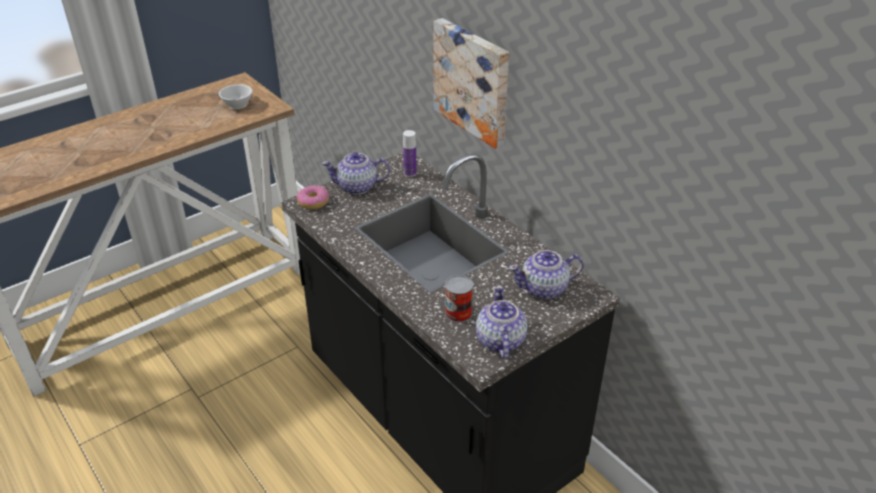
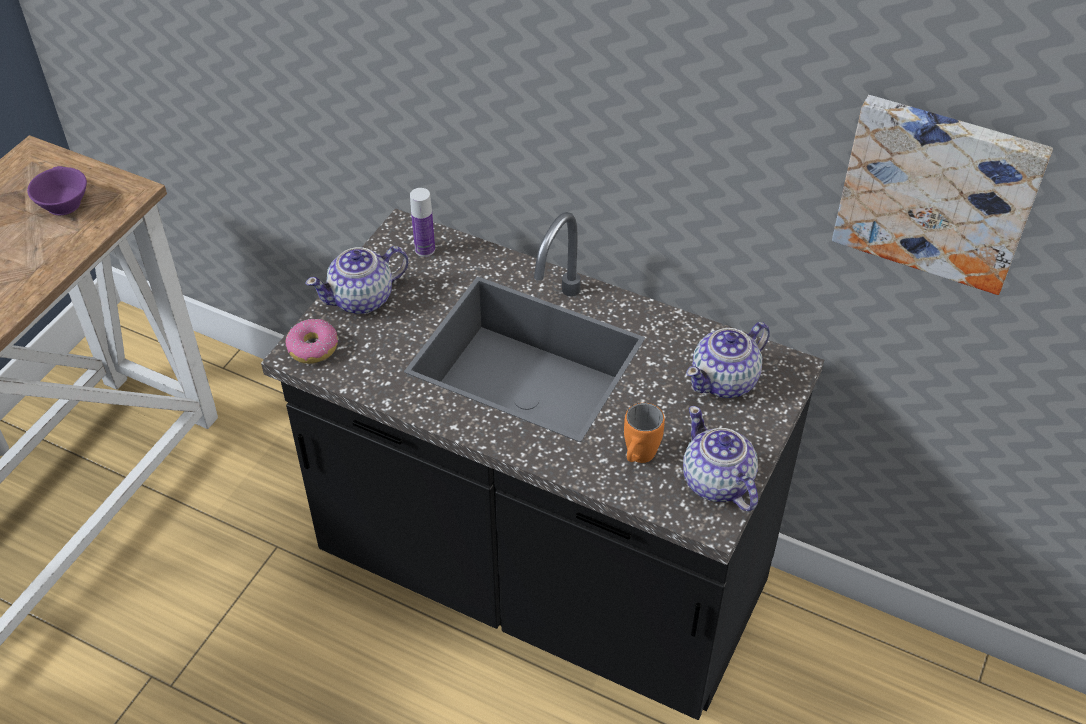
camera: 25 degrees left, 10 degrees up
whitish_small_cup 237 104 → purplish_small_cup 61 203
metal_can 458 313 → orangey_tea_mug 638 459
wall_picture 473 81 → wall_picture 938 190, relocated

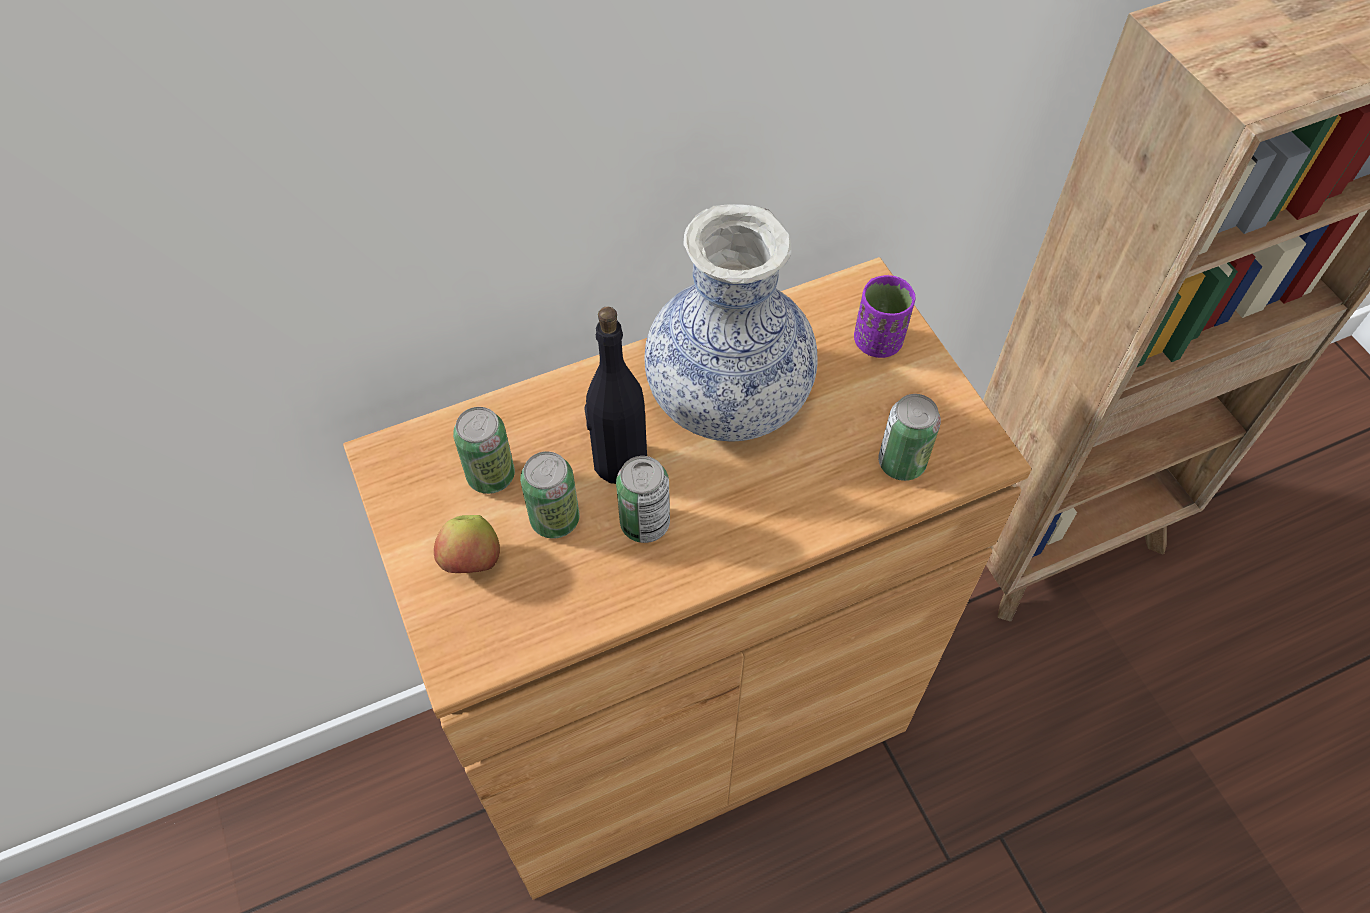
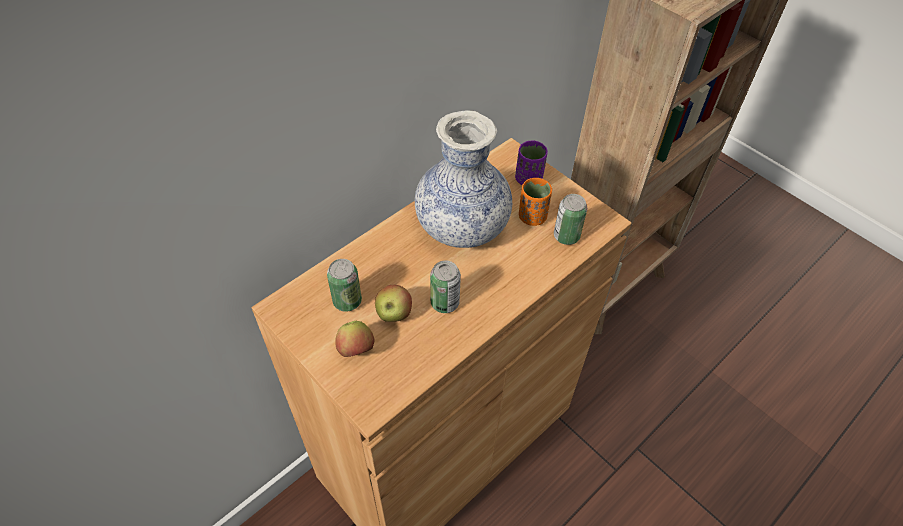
camera: 20 degrees left, 5 degrees down
metal_can 555 519 → apple_fruit 394 314
- → orangey_small_cup 532 217
black_beverage_bottle 619 462 → -

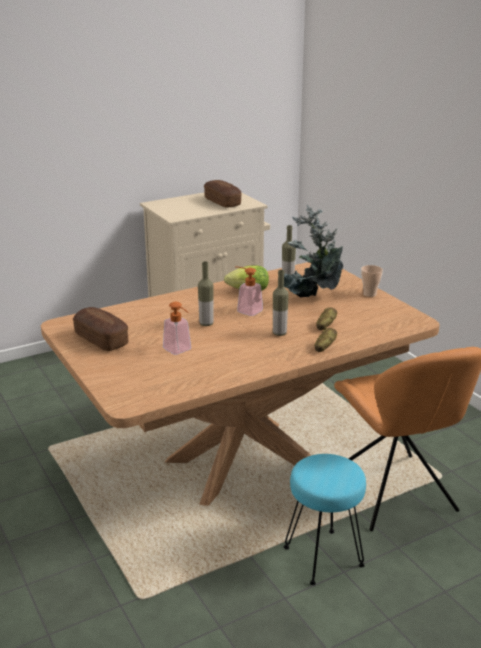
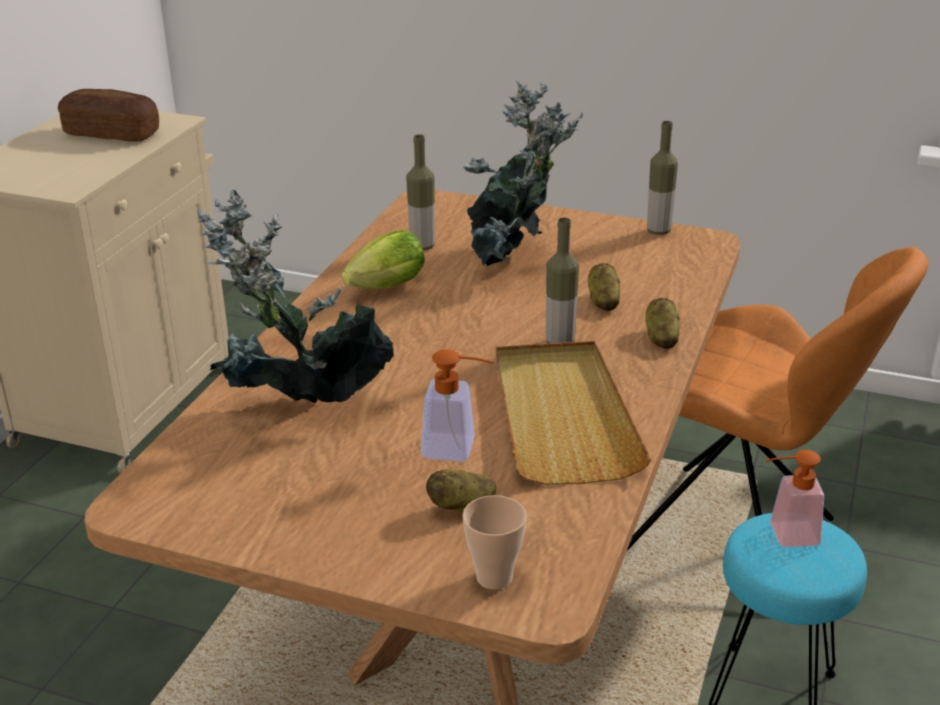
camera: 40 degrees left, 5 degrees up
- → potted_plant 298 412
- → whole_potato 462 506
small_cup 369 294 → small_cup 494 577, relocated
- → beige_carrying_tray 562 416
beverage_bottle 206 324 → beverage_bottle 658 231, relocated
liquid_soap_bottle 246 310 → liquid_soap_bottle 785 535, relocated
baked_bread 101 339 → -

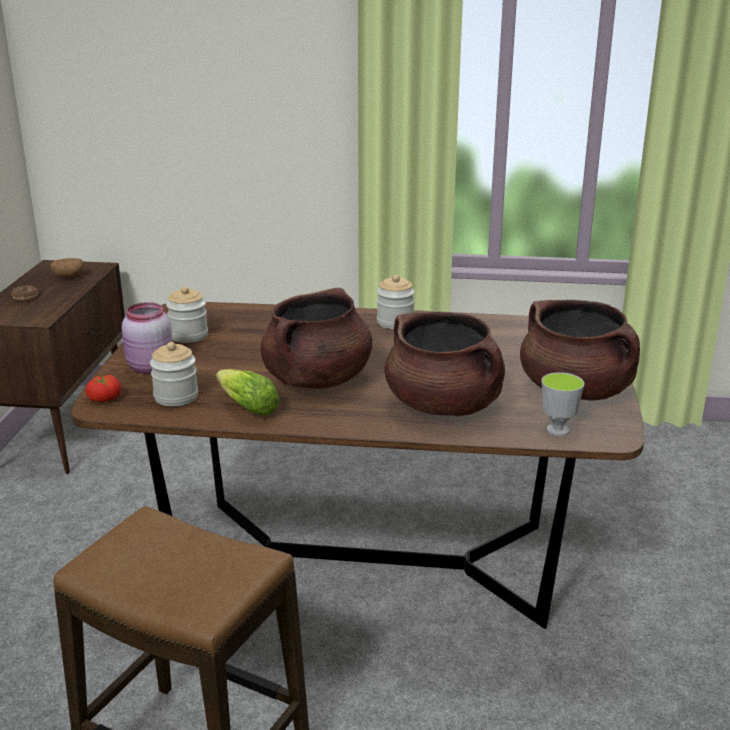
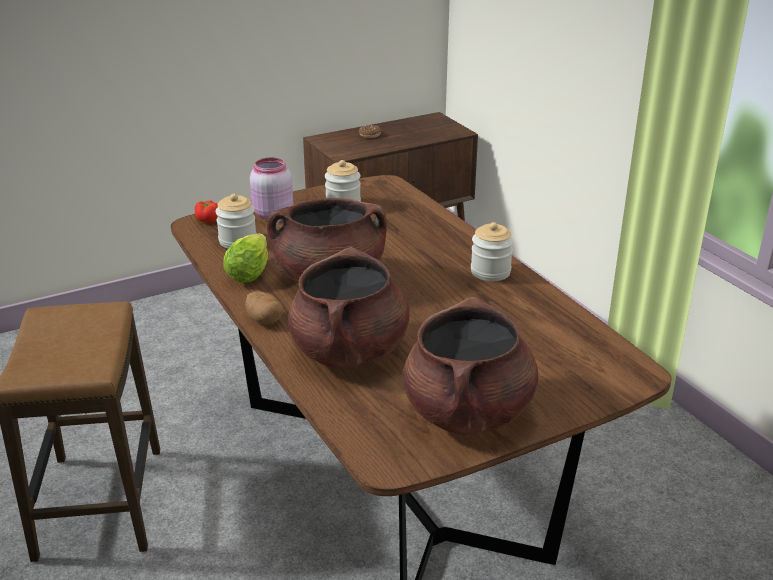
camera: 55 degrees right, 5 degrees up
whole_potato 68 276 → whole_potato 264 319, relocated
small_cup 557 430 → -

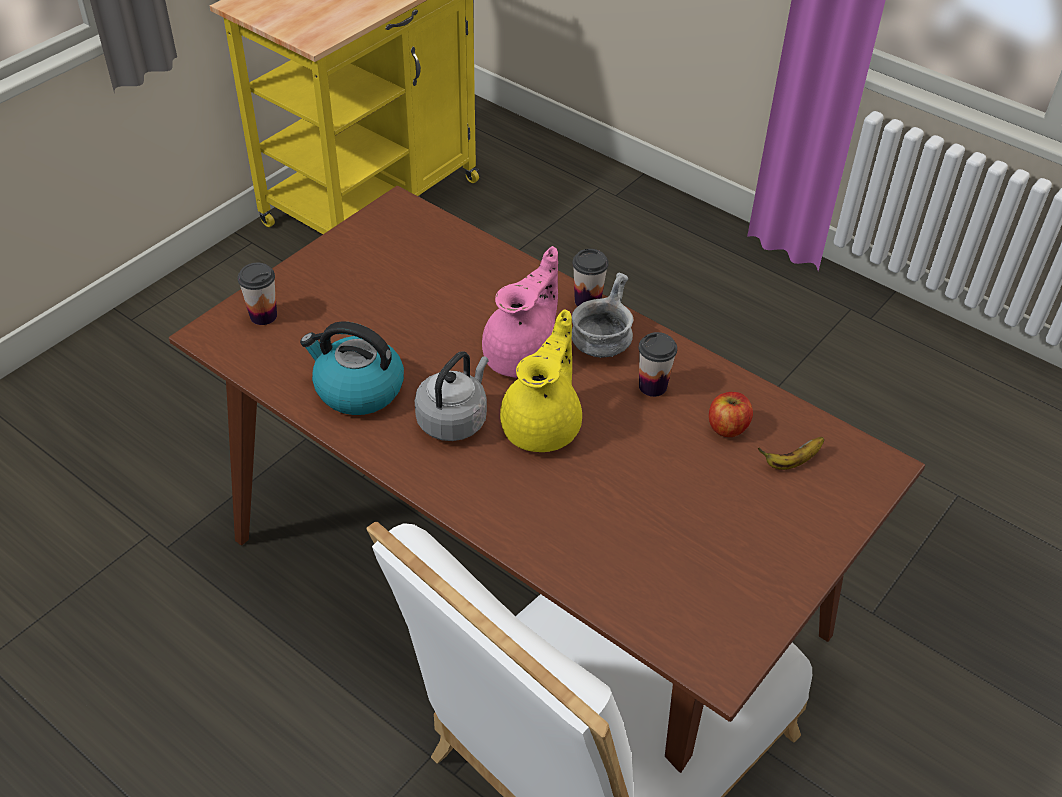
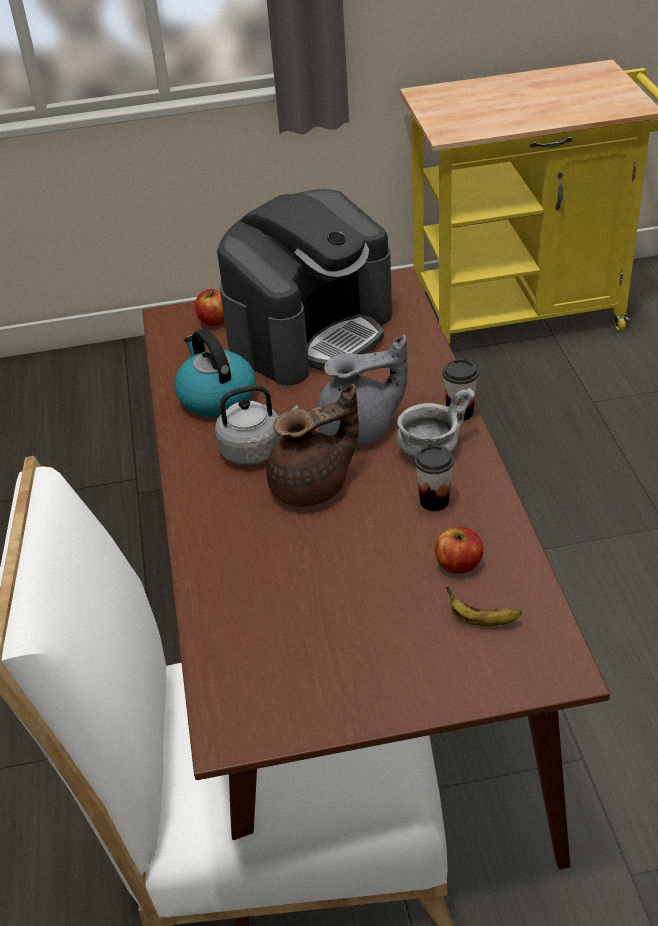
camera: 45 degrees right, 5 degrees down
small_cup 263 316 → apple_fruit 214 320
- → coffee_machine 310 332
yellow_pot_for_tea 543 426 → brownish_pot_for_tea 313 486
pink_pot_for_tea 524 355 → gray_pot_for_tea 359 429

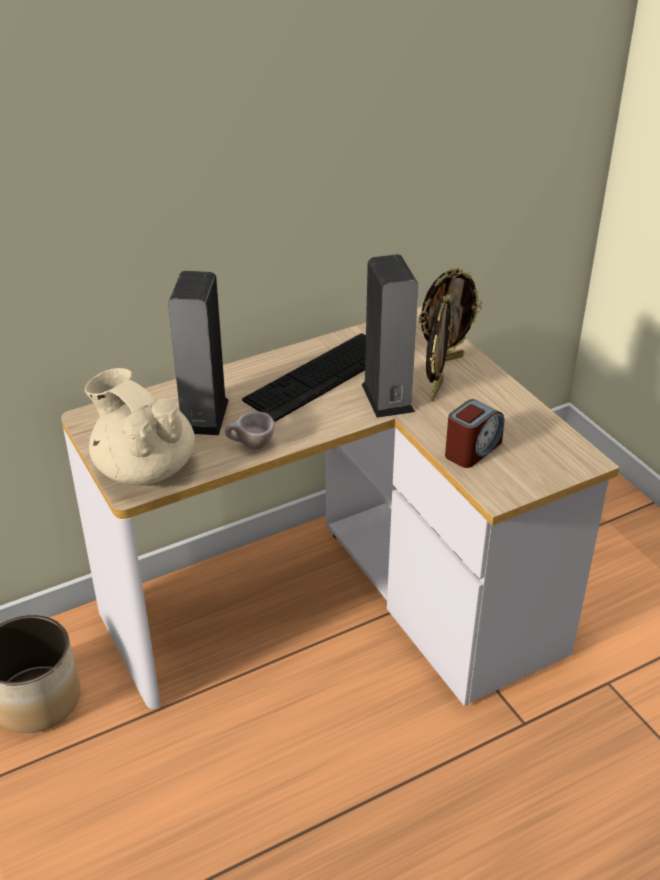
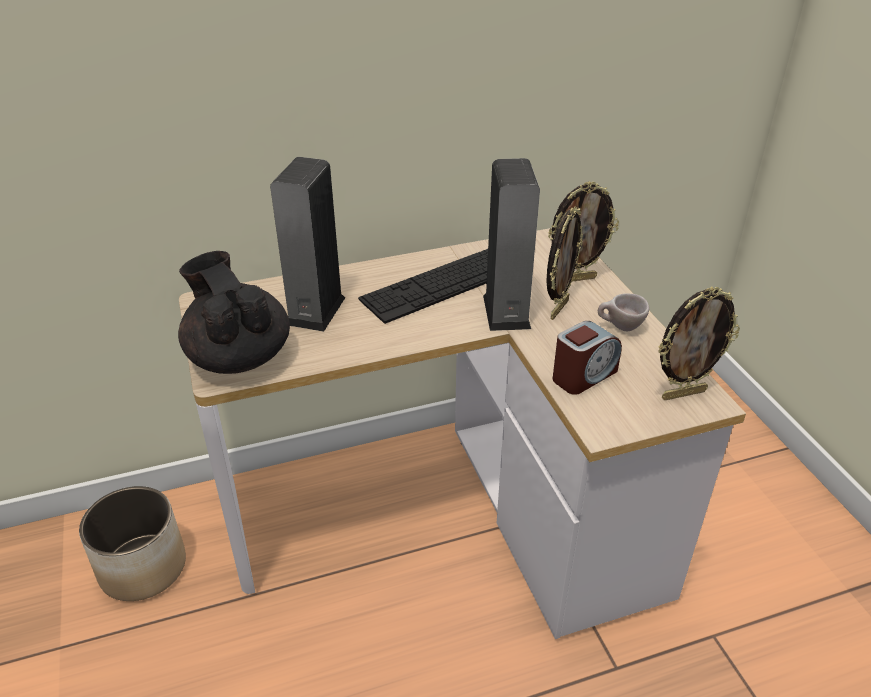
camera: 10 degrees right, 0 degrees up
beige_pot_for_tea 144 468 → black_pot_for_tea 238 356
beige_small_cup 250 446 → beige_small_cup 620 328, relocated
- → standing_frame 683 393

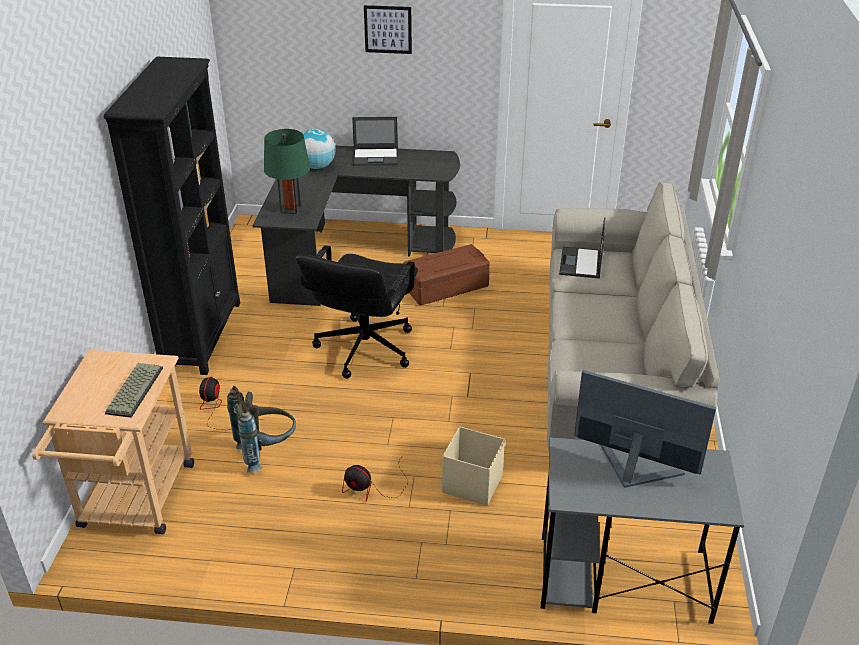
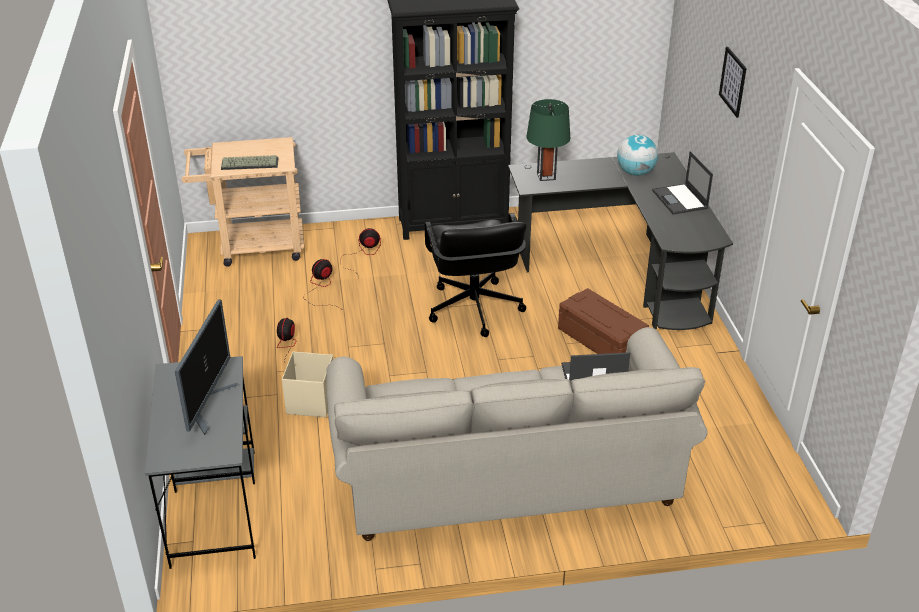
camera: 75 degrees right, 0 degrees up
gray_knapsack 266 451 → cooling_fan 321 289
black_desk_chair 364 348 → black_desk_chair 473 309, 105 degrees counterclockwise

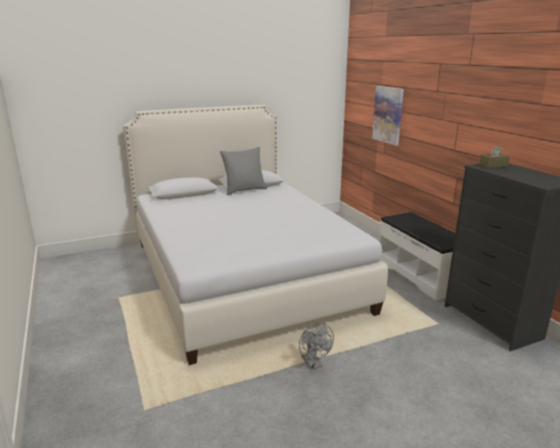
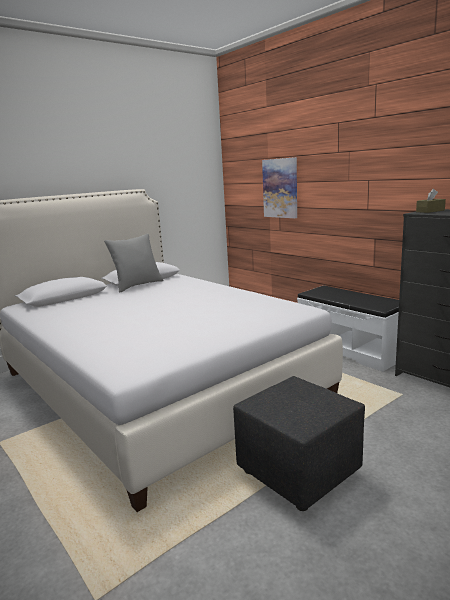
camera: 15 degrees left, 5 degrees down
gray_cooling_fan 314 364 → black_footrest 298 471

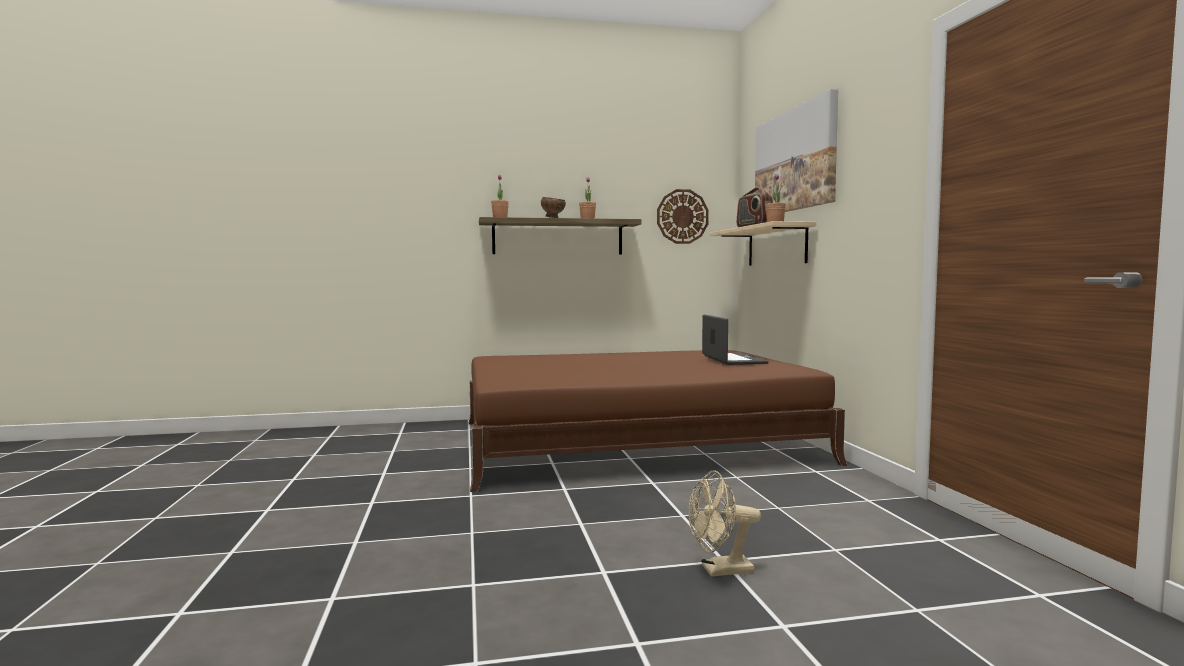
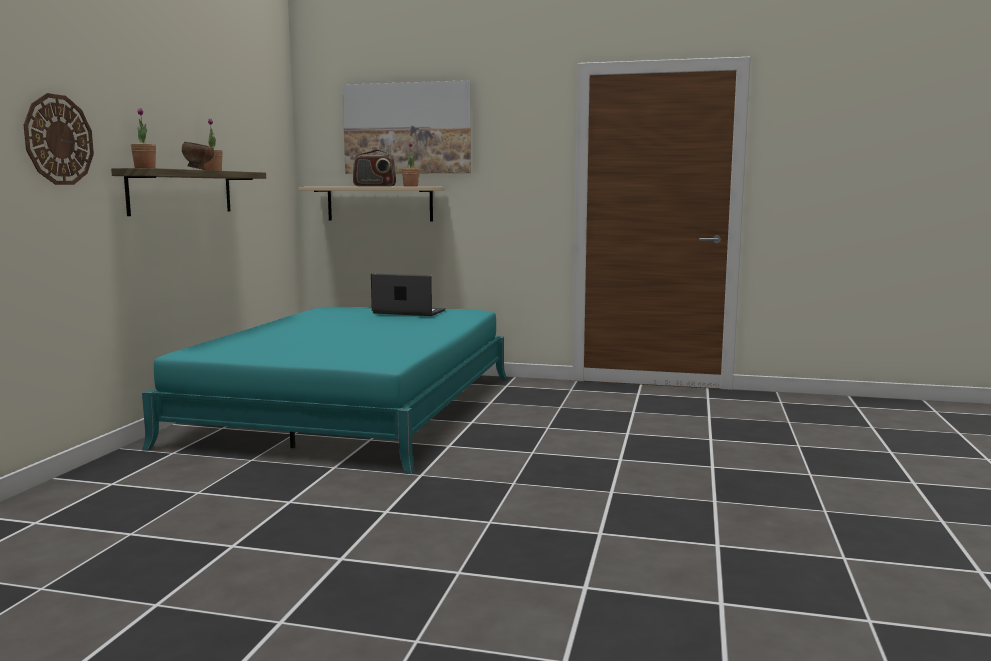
camera: 65 degrees left, 5 degrees up
clock_on_the_wall 682 216 → clock_on_the_wall 58 140, relocated
brownish_bedroom_bed 632 442 → blue-green_bedroom_bed 353 408
beige_cooling_fan 720 570 → -

